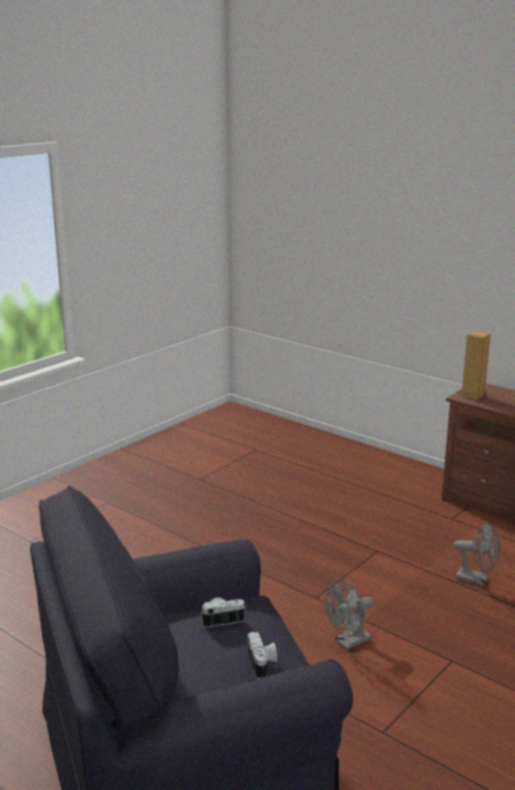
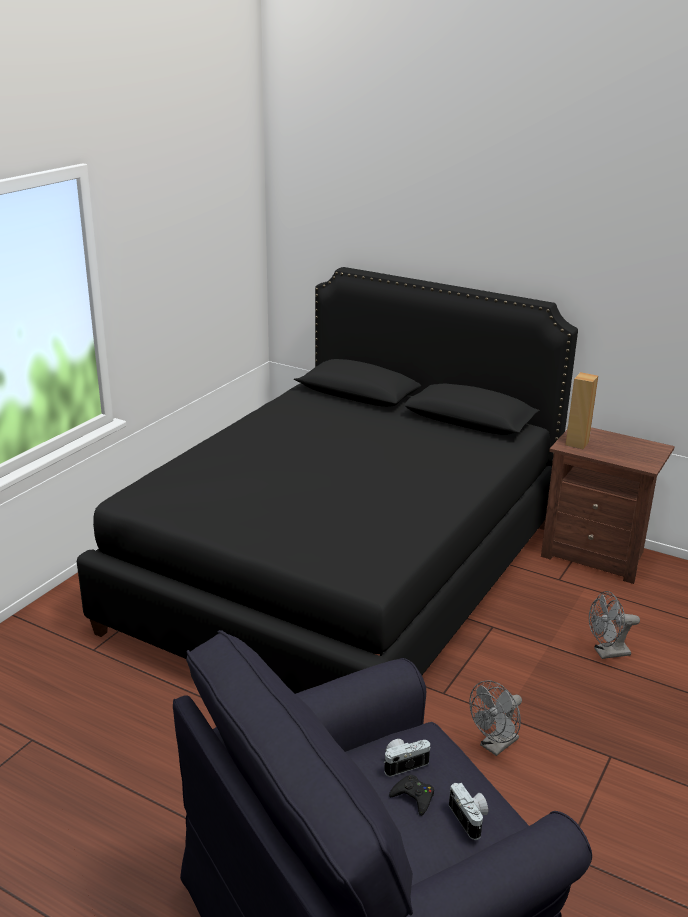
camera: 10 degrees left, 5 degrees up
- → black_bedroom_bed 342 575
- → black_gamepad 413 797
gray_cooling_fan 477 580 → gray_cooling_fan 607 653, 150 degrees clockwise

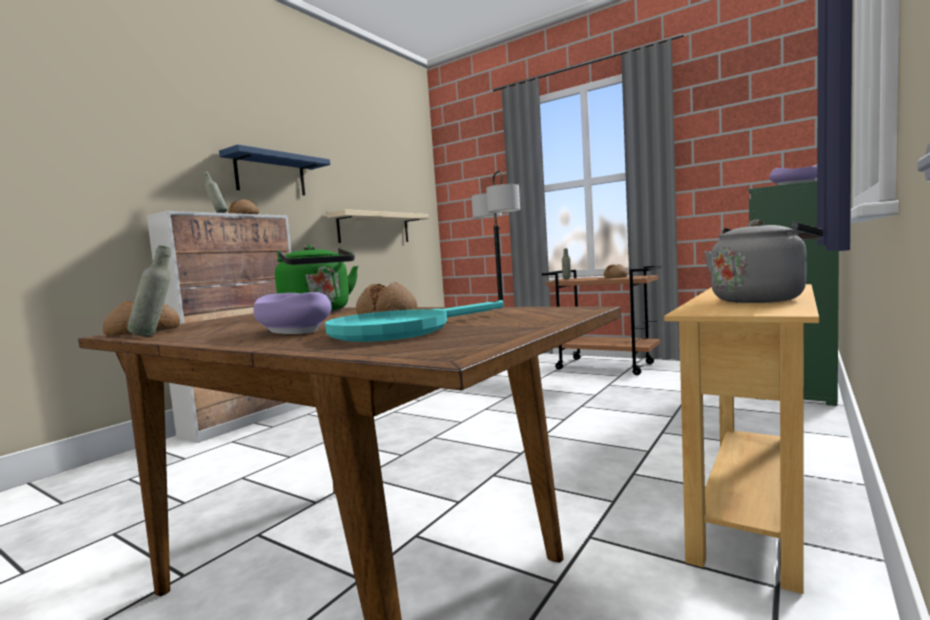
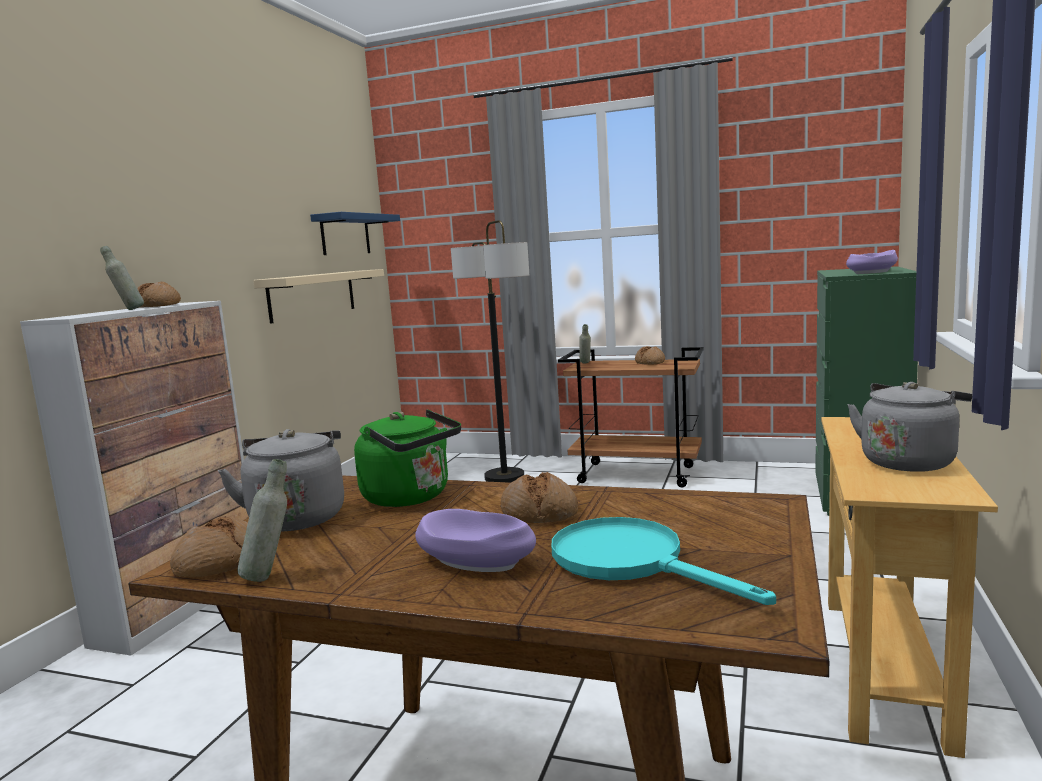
camera: 15 degrees left, 5 degrees up
- → gray_tea_kettle 297 517
blue-coloured_shelf 270 175 → blue-coloured_shelf 345 235, relocated
blue-green_skillet 404 330 → blue-green_skillet 632 562, 105 degrees clockwise

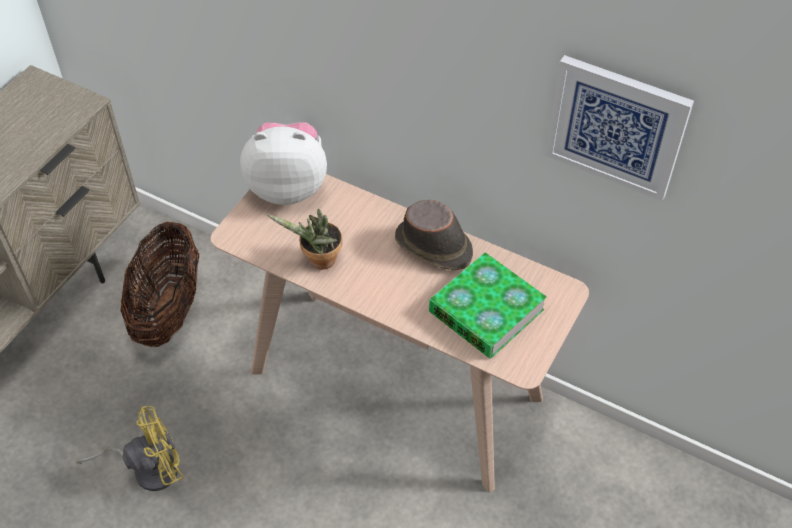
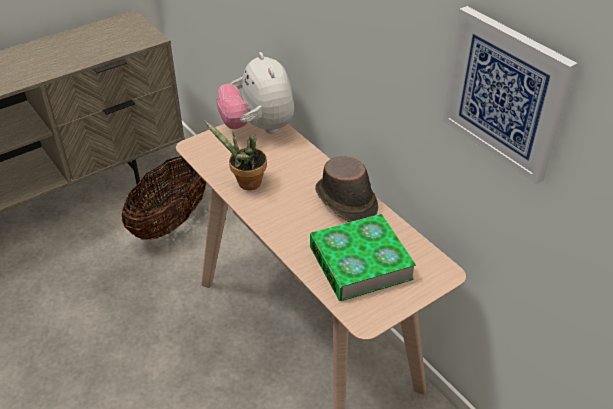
camera: 25 degrees right, 10 degrees down
soft_toy 288 186 → soft_toy 258 127, 135 degrees counterclockwise
yellow_cooling_fan 148 469 → -

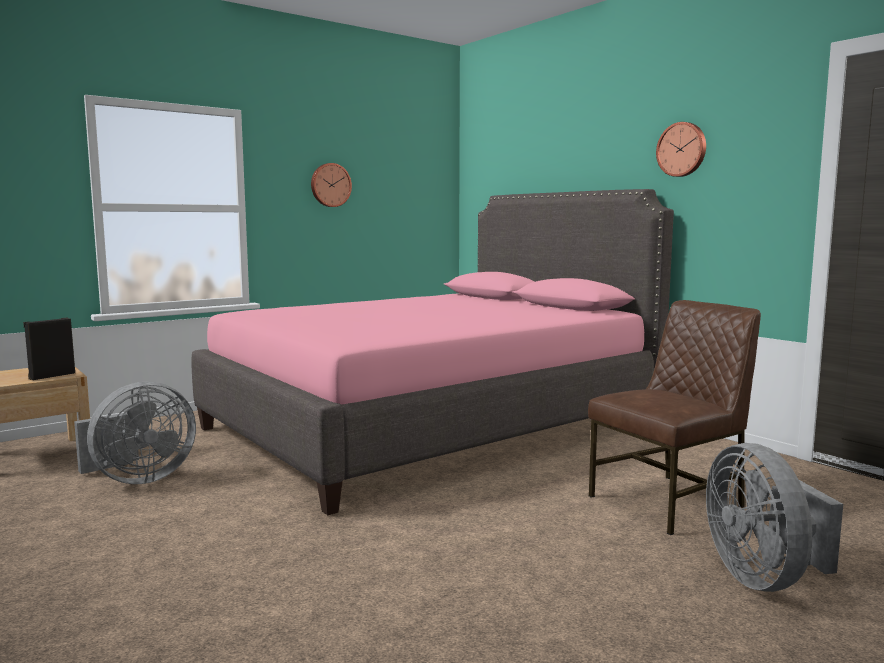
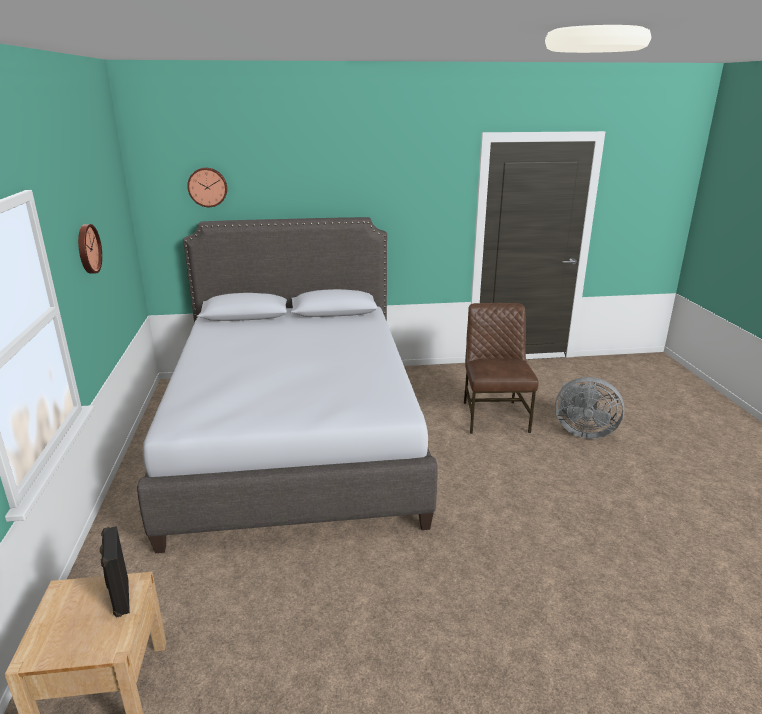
camera: 60 degrees left, 15 degrees up
pink_bedroom_bed 431 425 → gray_bedroom_bed 295 438
clock_on_the_wall 682 149 → clock_on_the_wall 207 187, relocated
gray_cooling_fan 138 479 → -

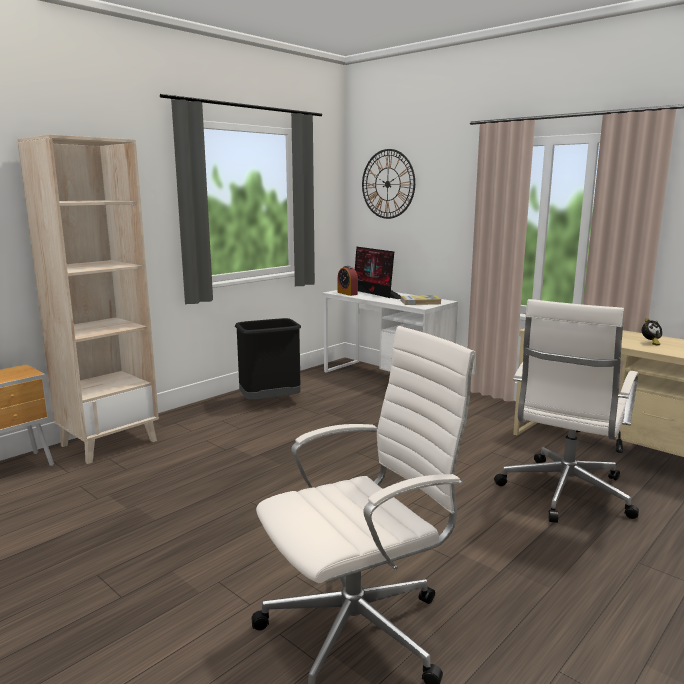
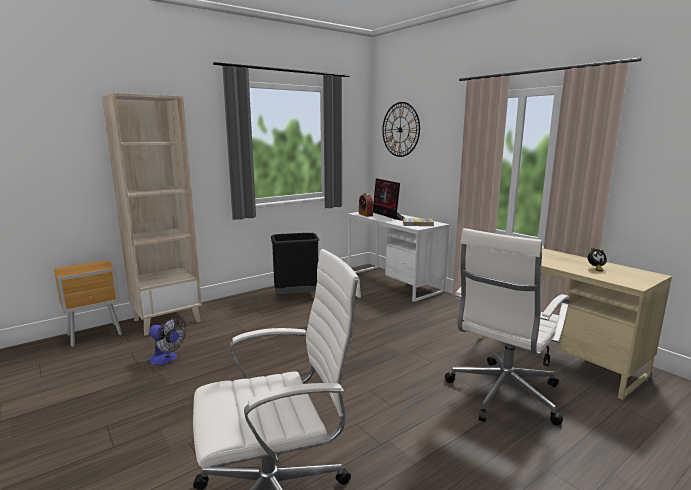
camera: 10 degrees right, 0 degrees up
- → cooling_fan 167 359

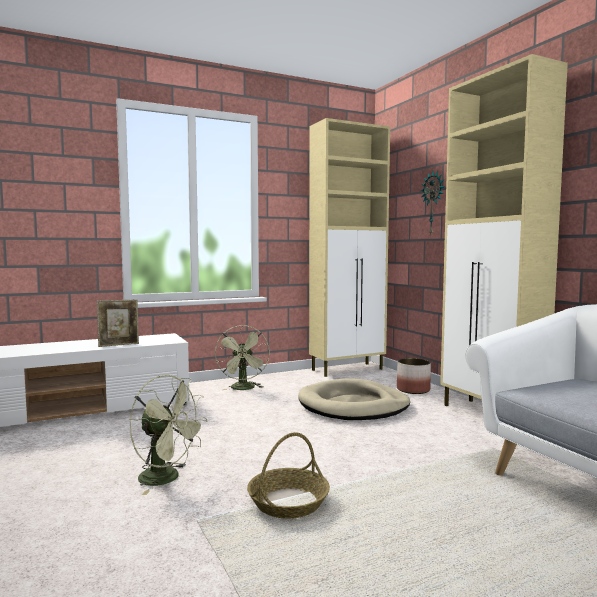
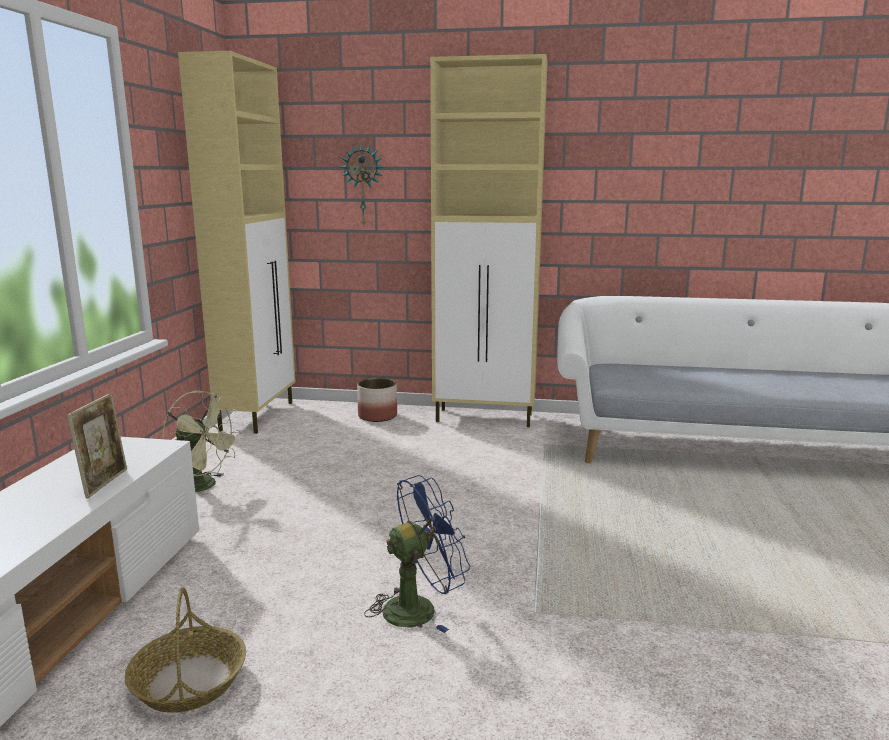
camera: 55 degrees left, 10 degrees up
household_basket 288 502 → household_basket 188 681, relocated
green_cooling_fan 167 479 → blue-coloured_cooling_fan 419 607
beige_dog_cushion 353 405 → -

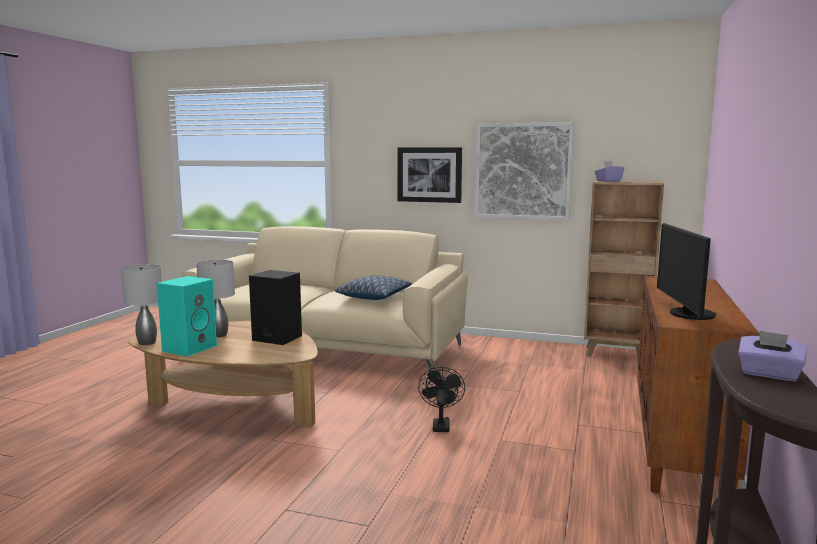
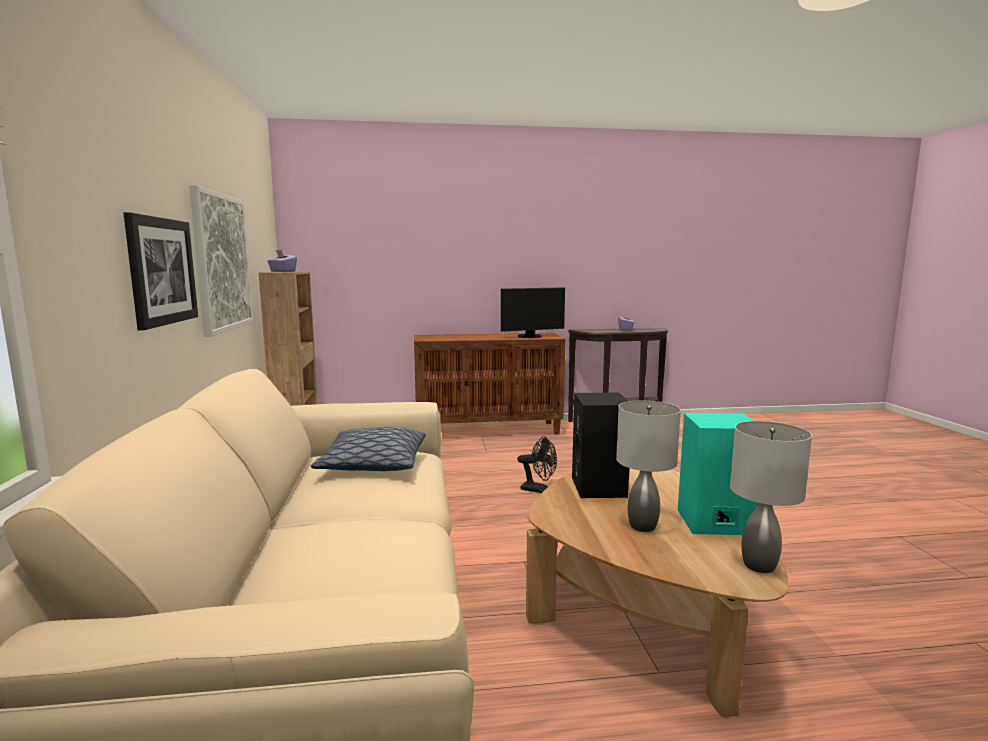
camera: 115 degrees left, 0 degrees up
black_cooling_fan 440 424 → black_cooling_fan 539 490, 135 degrees counterclockwise

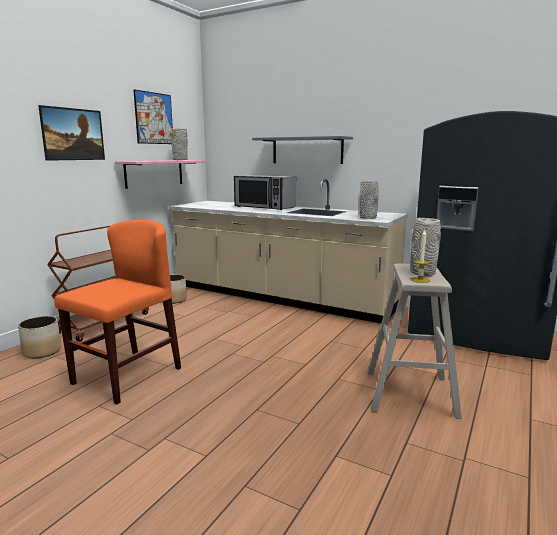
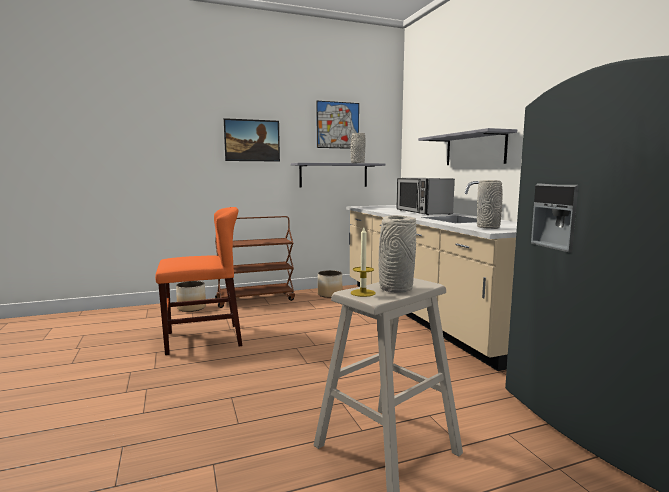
camera: 40 degrees right, 5 degrees down
pink_shelf 154 173 → gray_shelf 333 175

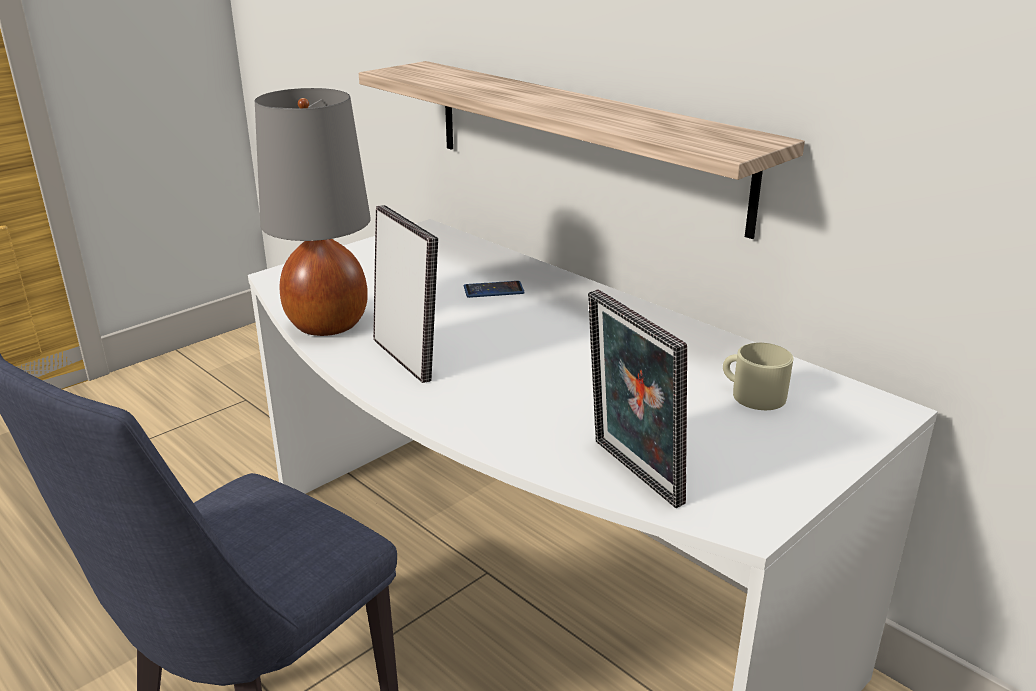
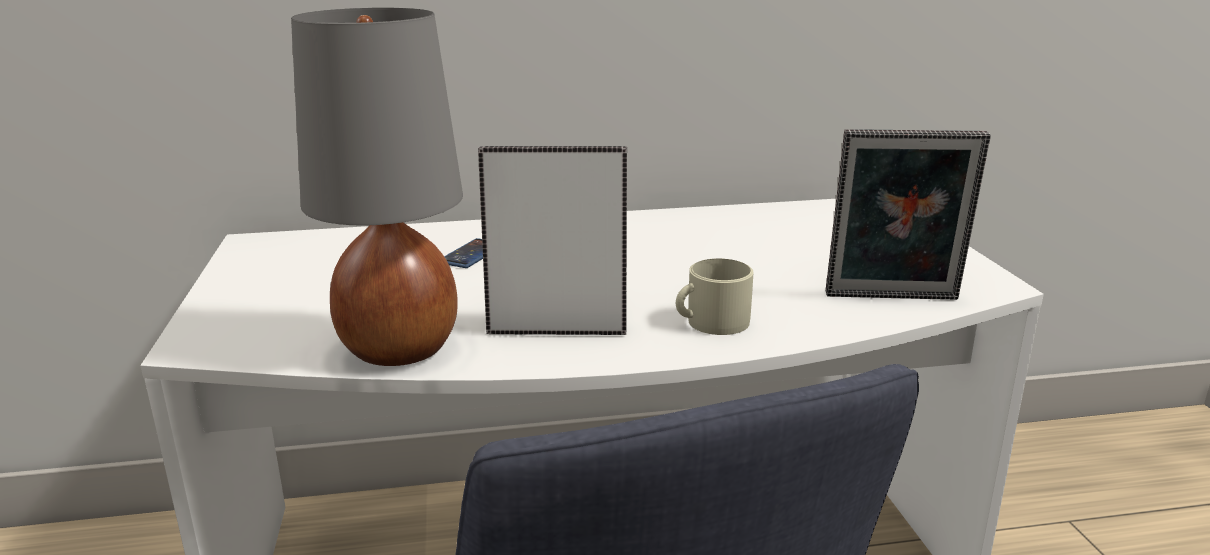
camera: 55 degrees left, 5 degrees down
beige_tea_mug 752 394 → beige_tea_mug 711 323, relocated
shelf 581 141 → -

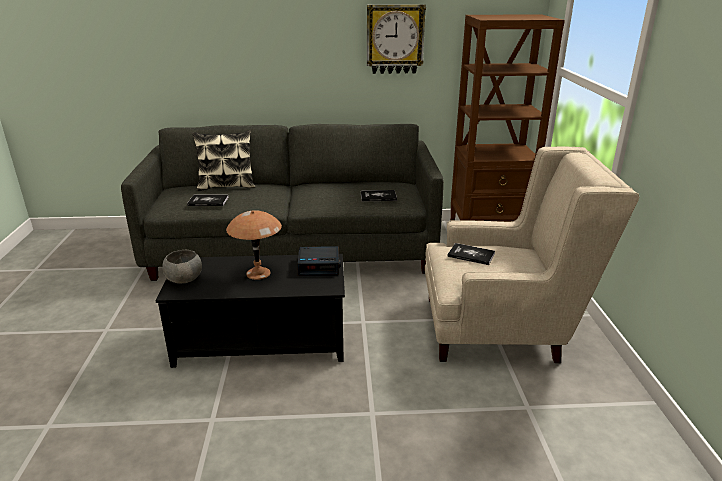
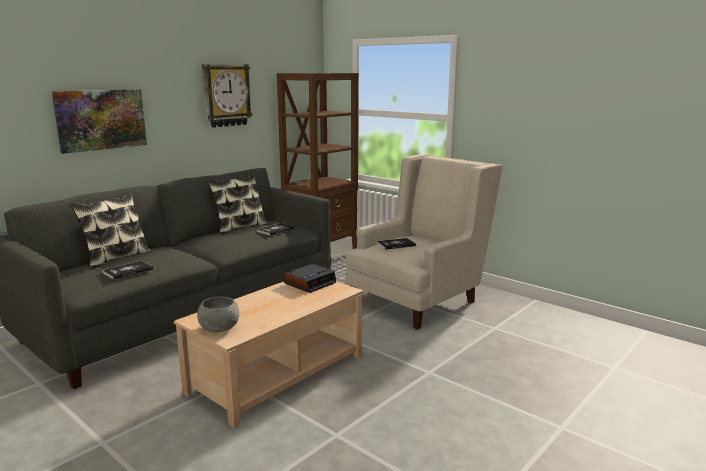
camera: 45 degrees left, 10 degrees down
- → wall_picture 101 119
black_lounge_table 262 338 → beige_lounge_table 277 374
- → pillow 239 227
brownish_tabletop_lamp 258 273 → -

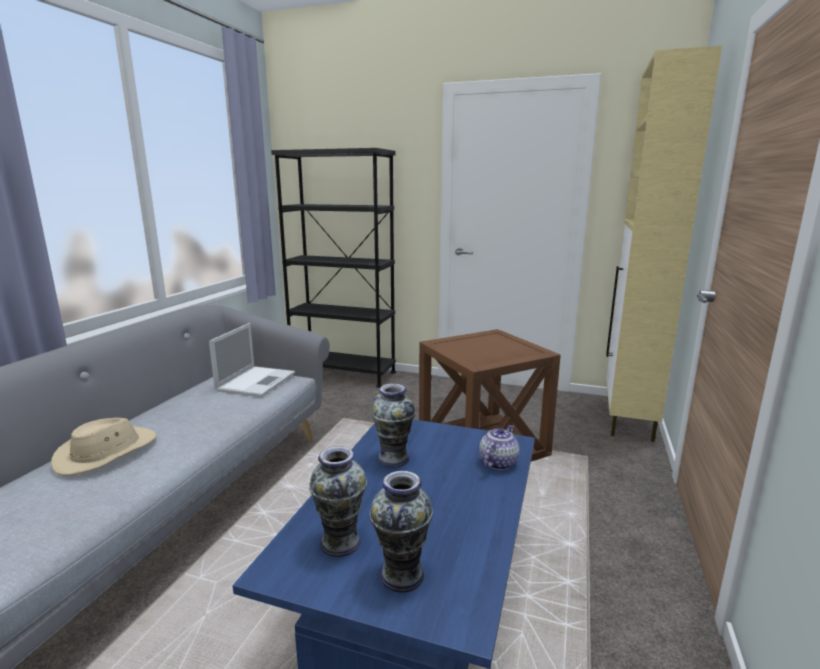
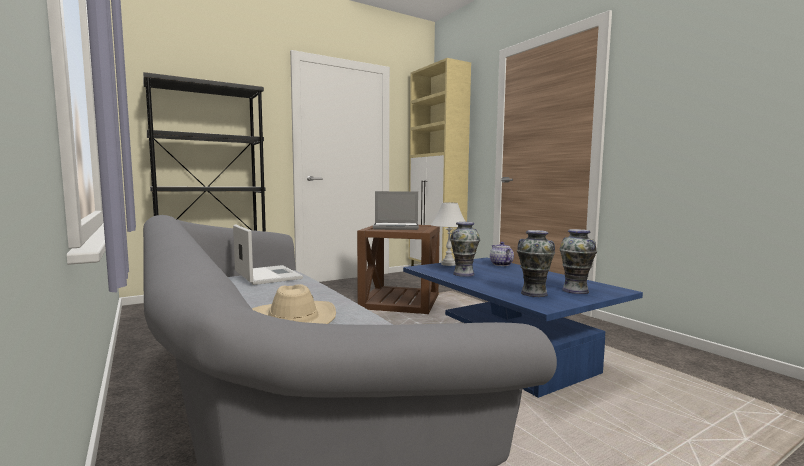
camera: 50 degrees left, 10 degrees down
- → laptop 396 227
- → whitish_tabletop_lamp 448 264

